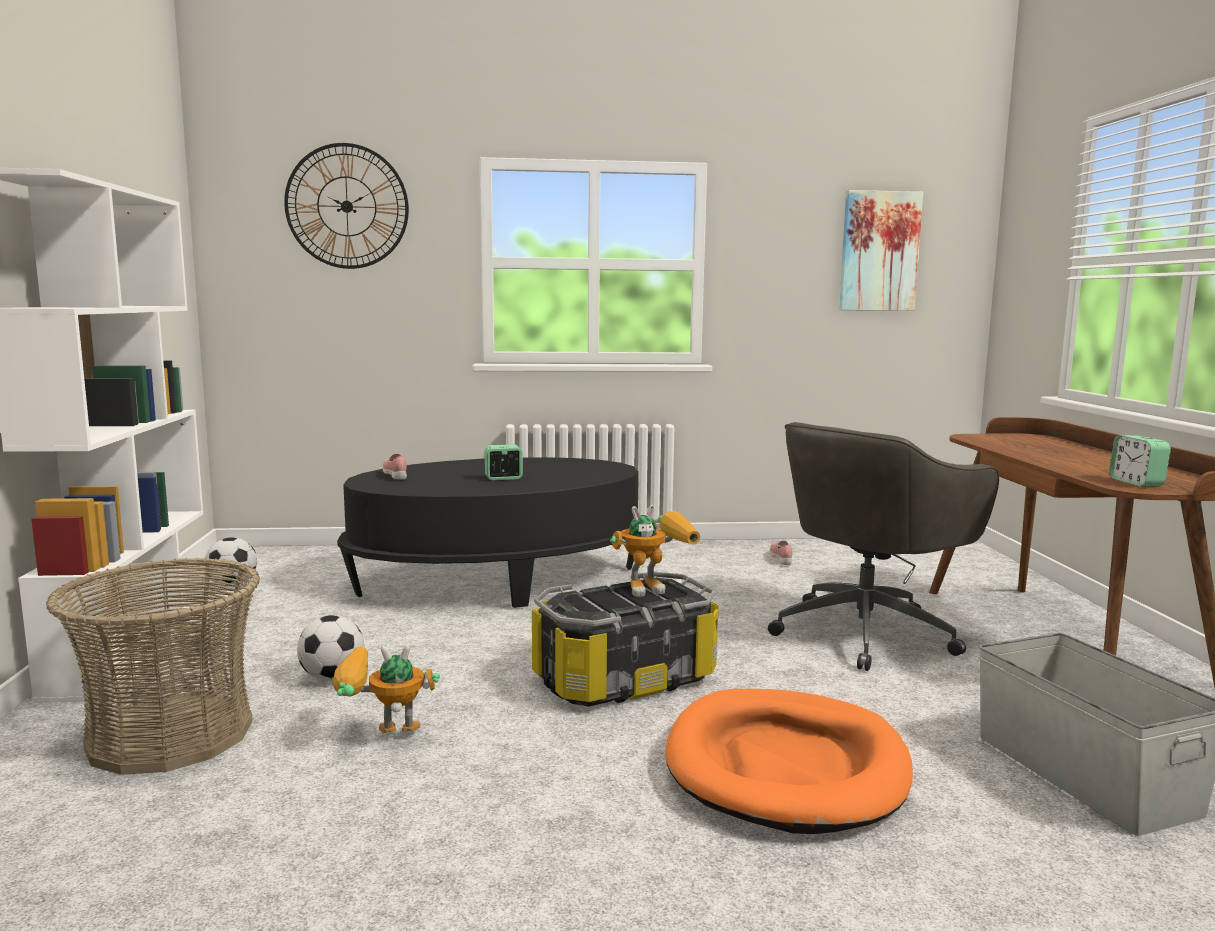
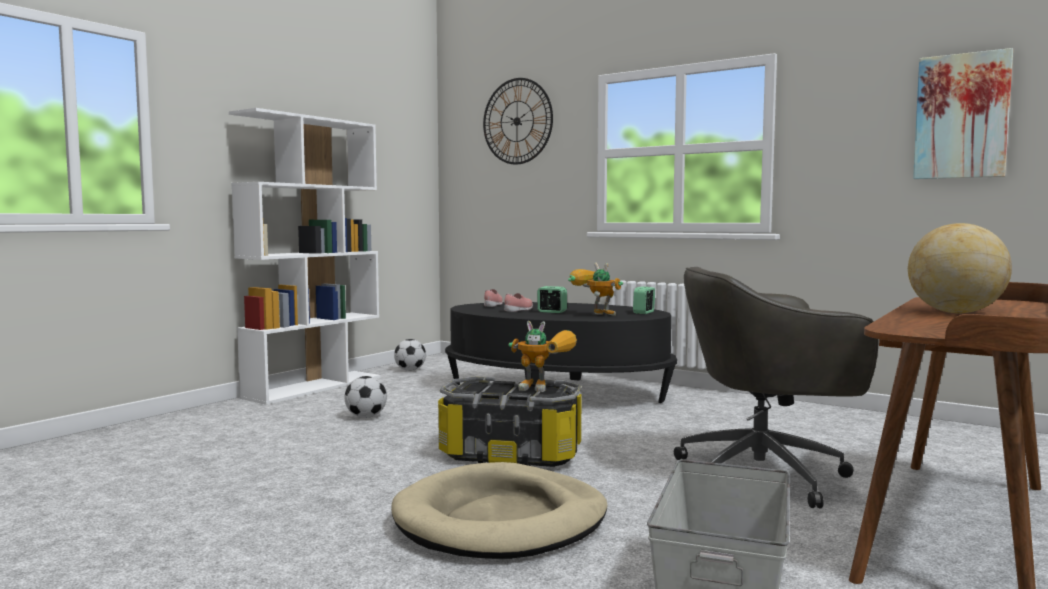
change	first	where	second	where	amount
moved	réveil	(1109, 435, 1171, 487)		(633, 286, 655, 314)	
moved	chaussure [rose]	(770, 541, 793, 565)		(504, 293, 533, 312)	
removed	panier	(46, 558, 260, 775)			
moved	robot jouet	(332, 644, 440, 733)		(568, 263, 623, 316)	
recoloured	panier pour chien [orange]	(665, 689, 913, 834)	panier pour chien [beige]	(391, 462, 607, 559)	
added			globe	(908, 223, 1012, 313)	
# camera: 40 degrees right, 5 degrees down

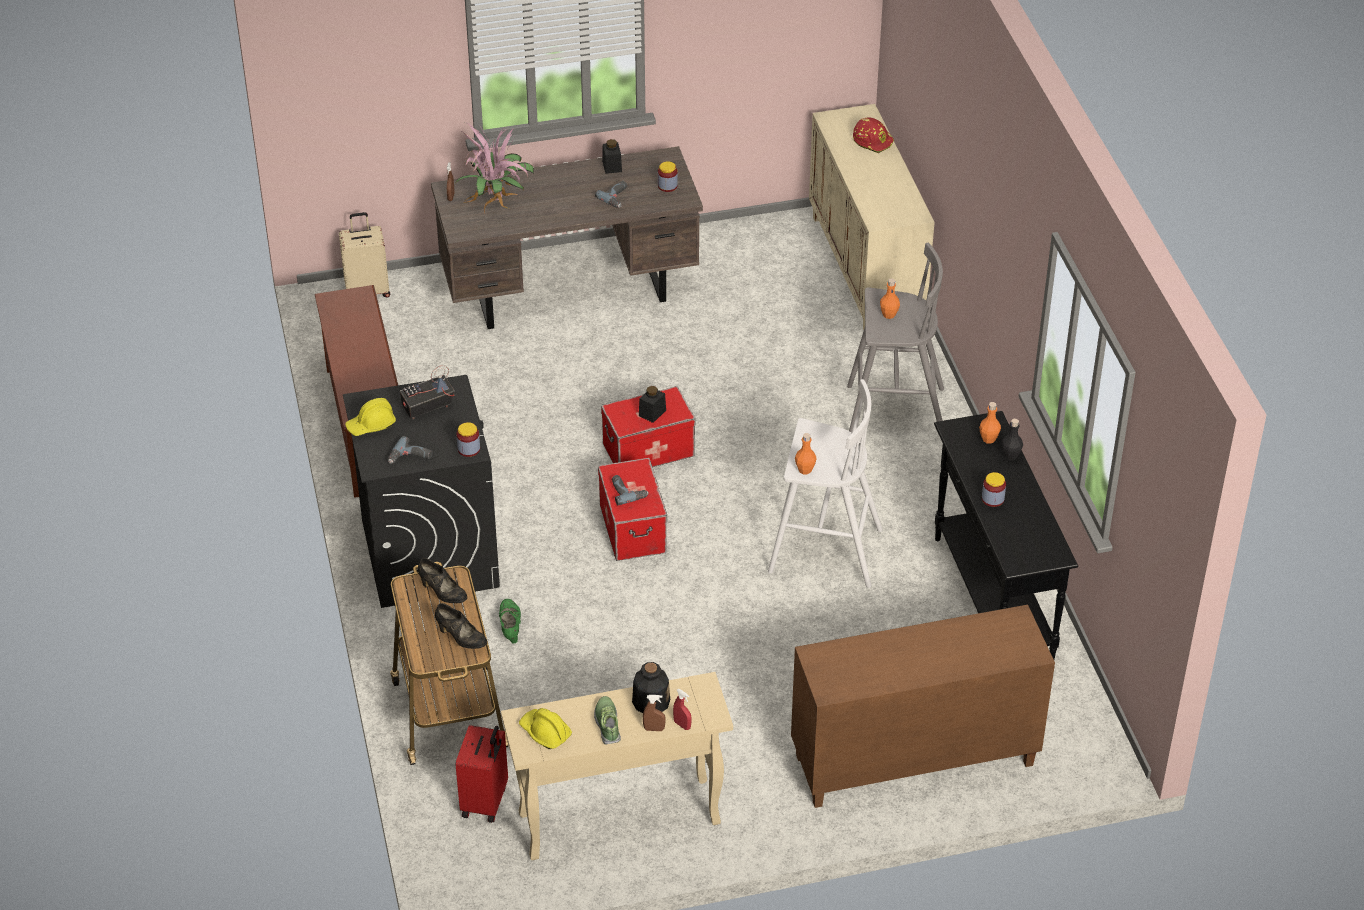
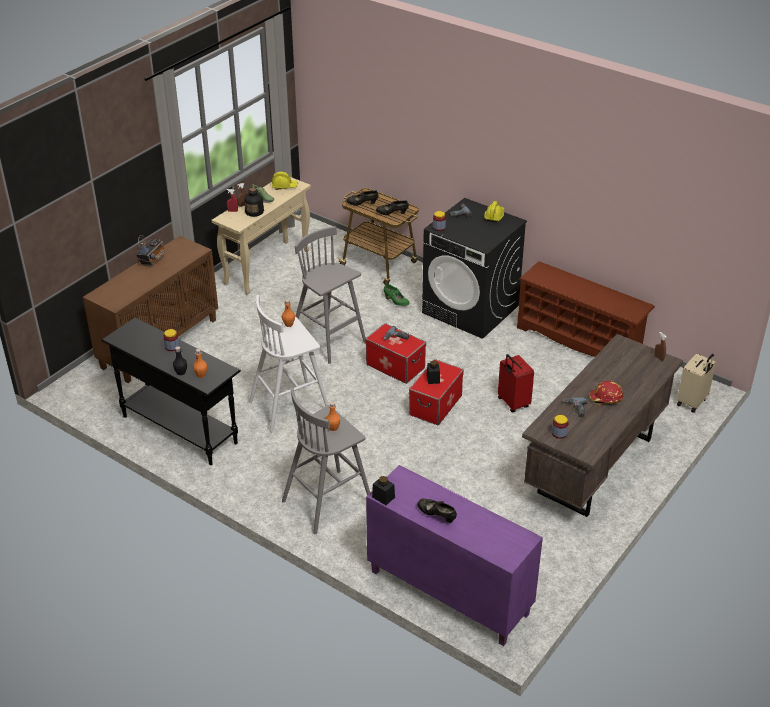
change	first	where	second	where	amount
recoloured	meuble de rangement [beige]	(809, 104, 935, 330)	meuble de rangement [violet]	(366, 465, 543, 646)	
moved	casque de chantier [rouge]	(853, 117, 894, 153)		(589, 381, 623, 406)	
removed	plante en pot	(455, 120, 534, 213)			
moved	bocal [noir]	(602, 139, 622, 174)		(372, 476, 395, 505)	
moved	radio	(400, 365, 454, 419)		(136, 235, 166, 266)	
moved	valise [rouge]	(456, 725, 508, 823)		(498, 354, 534, 412)	
added			tabouret [gris]	(295, 226, 366, 364)	
added			chaussure [noir]	(417, 499, 457, 523)	
# camera: 140 degrees right, 5 degrees down

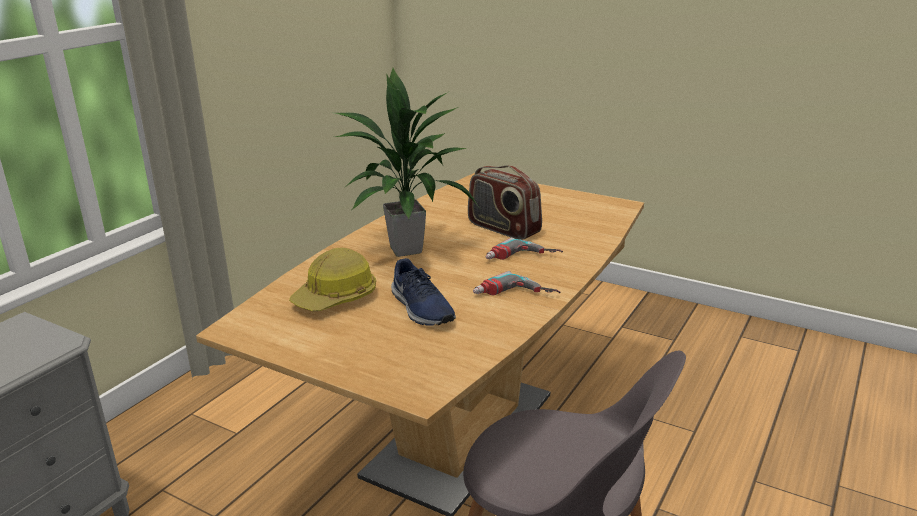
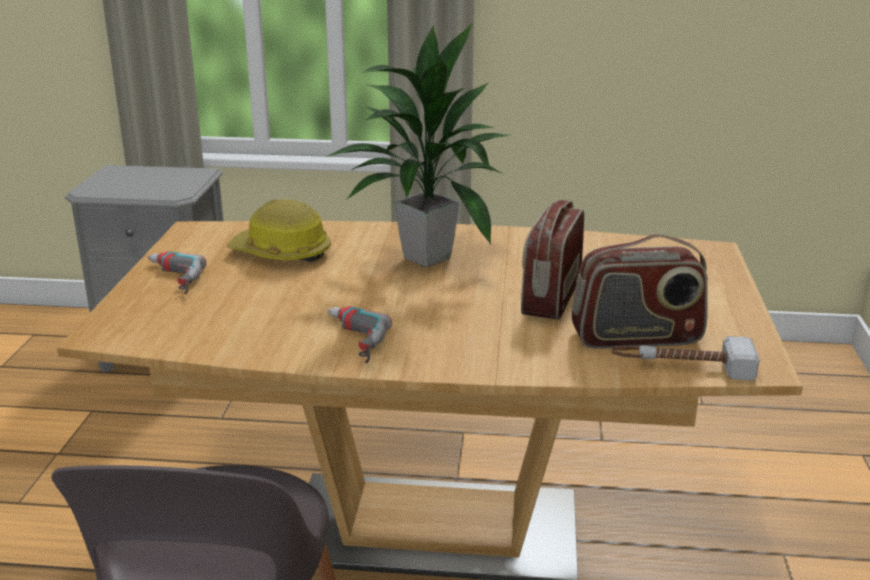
change	first	where	second	where	amount
moved	perceuse	(486, 237, 563, 260)		(148, 251, 206, 294)	
removed	chaussure [bleu]	(391, 258, 456, 326)			
added			radio	(572, 234, 708, 349)	
added			marteau	(612, 336, 760, 380)	
# camera: 65 degrees right, 0 degrees up

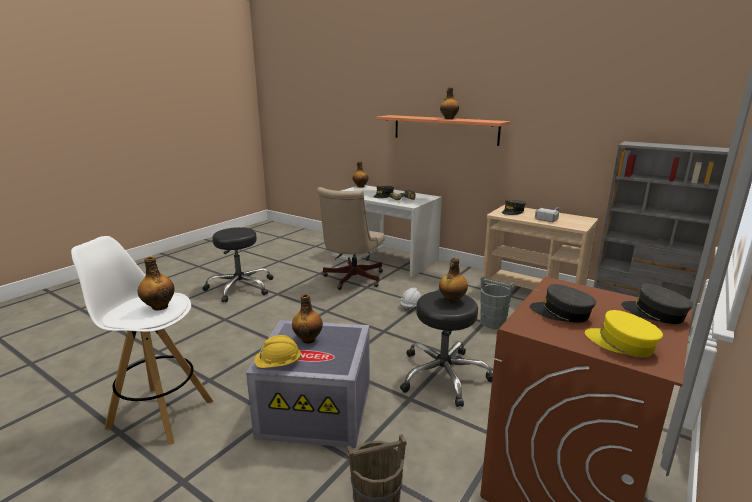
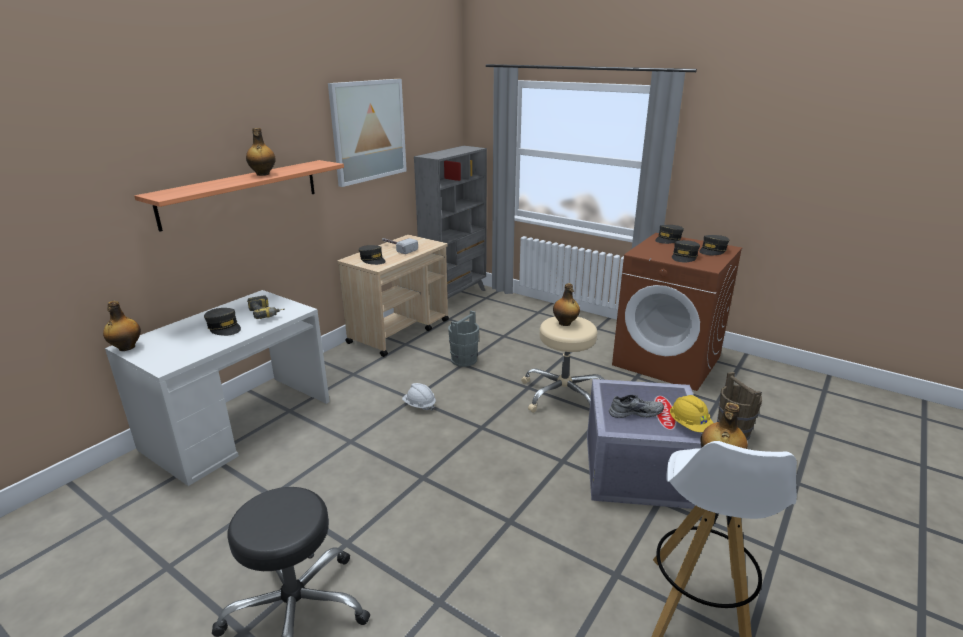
change	first	where	second	where	amount
removed	chaise de bureau [beige]	(317, 187, 385, 290)			
recoloured	tabouret [noir]	(400, 291, 493, 407)	tabouret [beige]	(521, 317, 605, 413)	
replaced	bouteille	(292, 294, 323, 344)	chaussure [gris]	(609, 395, 664, 418)	
recoloured	casquette [jaune]	(585, 310, 663, 357)	casquette [gris]	(699, 235, 729, 255)	
added			tableau	(328, 79, 407, 187)	
# camera: 90 degrees left, 5 degrees up

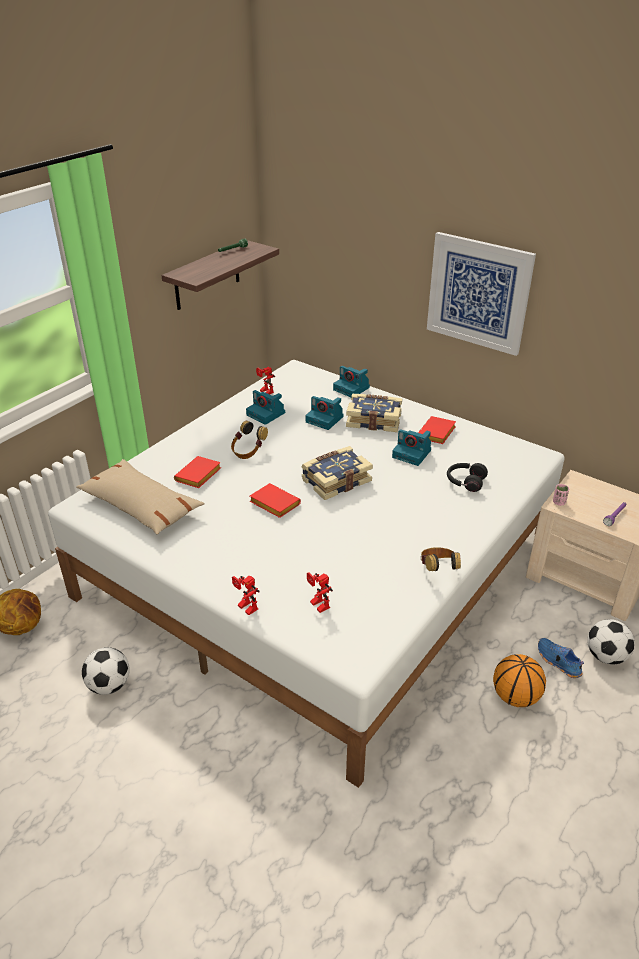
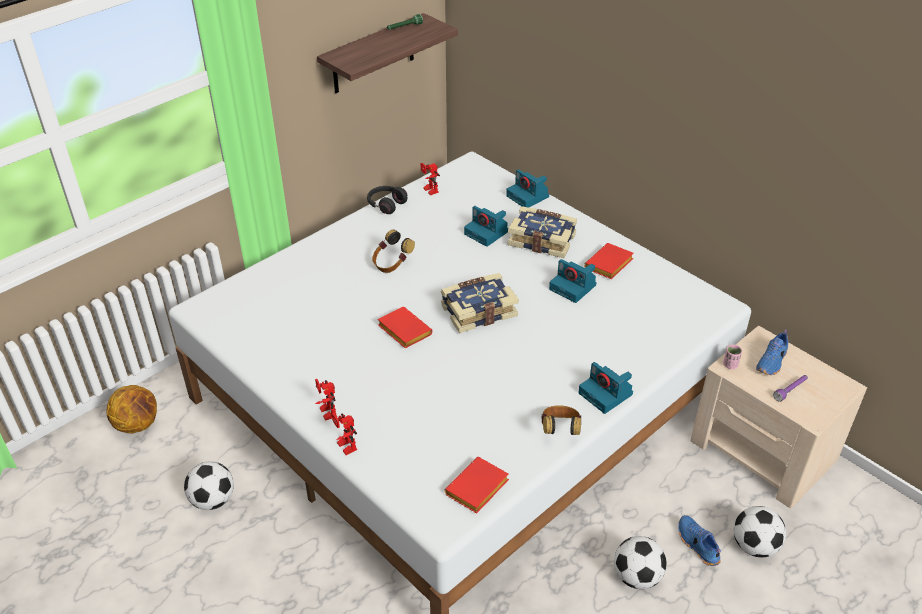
change	first	where	second	where	amount
removed	tableau	(427, 232, 536, 356)			
moved	appareil photo	(246, 390, 285, 425)		(578, 362, 633, 414)	
moved	livre [rouge]	(174, 456, 221, 488)		(444, 457, 509, 514)	
removed	coussin [beige]	(76, 459, 204, 534)			
moved	casque audio [noir]	(447, 463, 488, 492)		(367, 186, 408, 214)	
moved	robot jouet	(307, 572, 333, 613)		(315, 379, 337, 421)	
replaced	ballon de basket	(493, 654, 546, 707)	ballon de foot	(614, 536, 667, 589)	
added			chaussure [bleu]	(756, 329, 788, 375)	
# camera: 10 degrees right, 5 degrees up

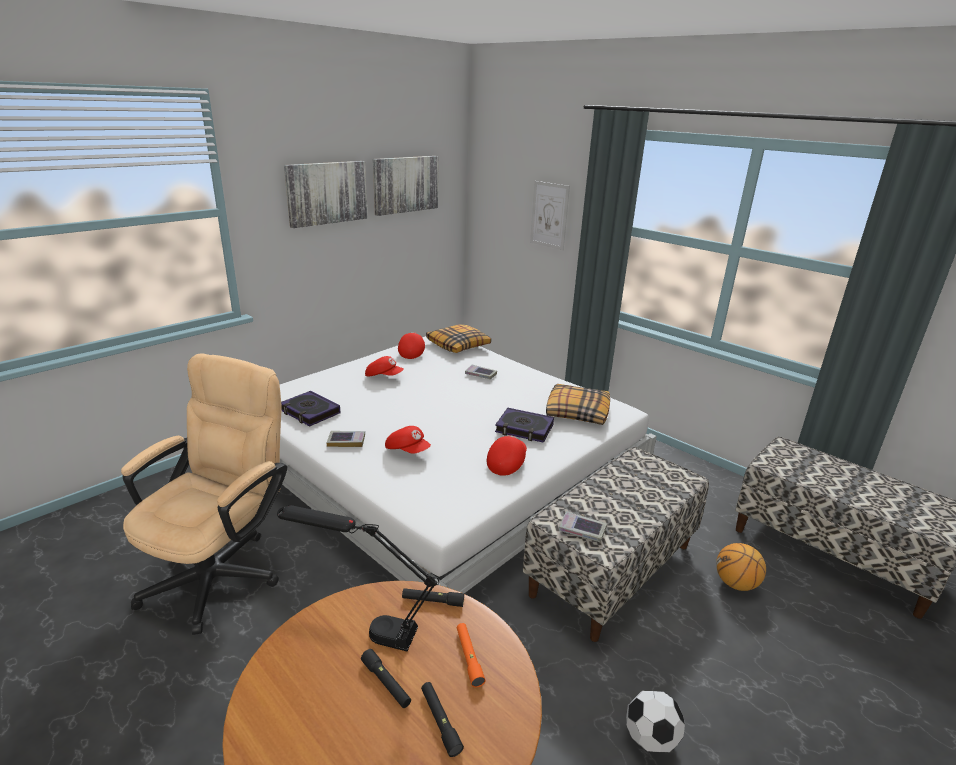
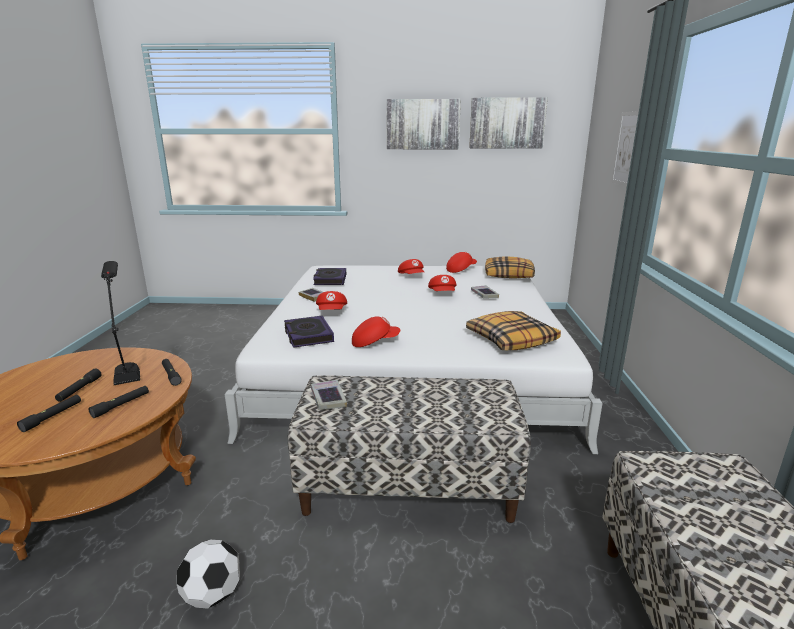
change	first	where	second	where	amount
removed	chaise de bureau [beige]	(121, 353, 287, 635)			
moved	livre	(495, 408, 554, 443)		(284, 316, 334, 348)	
removed	ballon de basket	(716, 543, 766, 591)			
recoloured	lampe de poche [orange]	(457, 623, 485, 688)	lampe de poche [noir]	(88, 386, 149, 418)	
added			casquette [rouge]	(428, 275, 457, 291)	
# camera: 50 degrees right, 5 degrees down

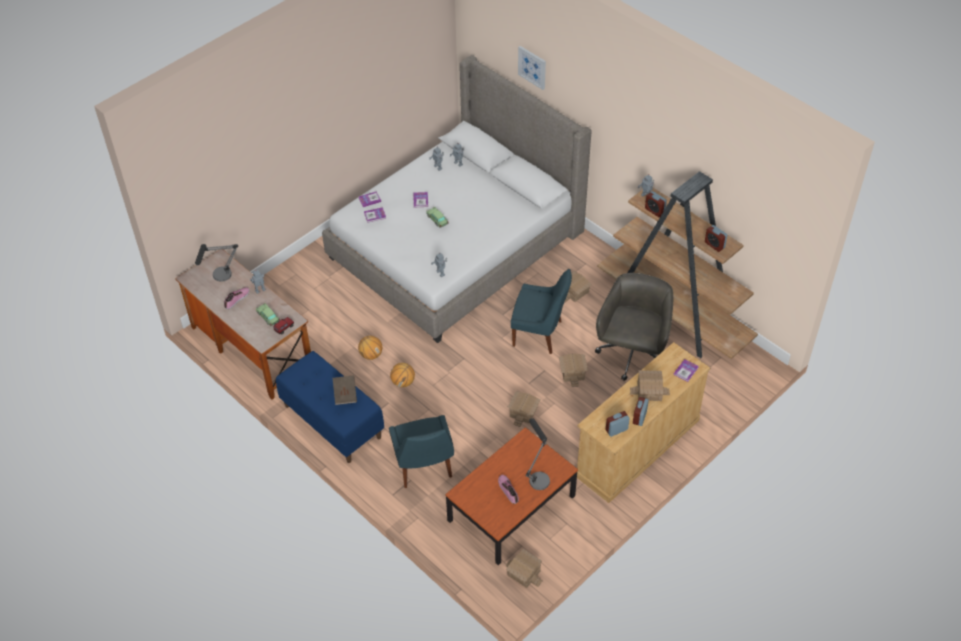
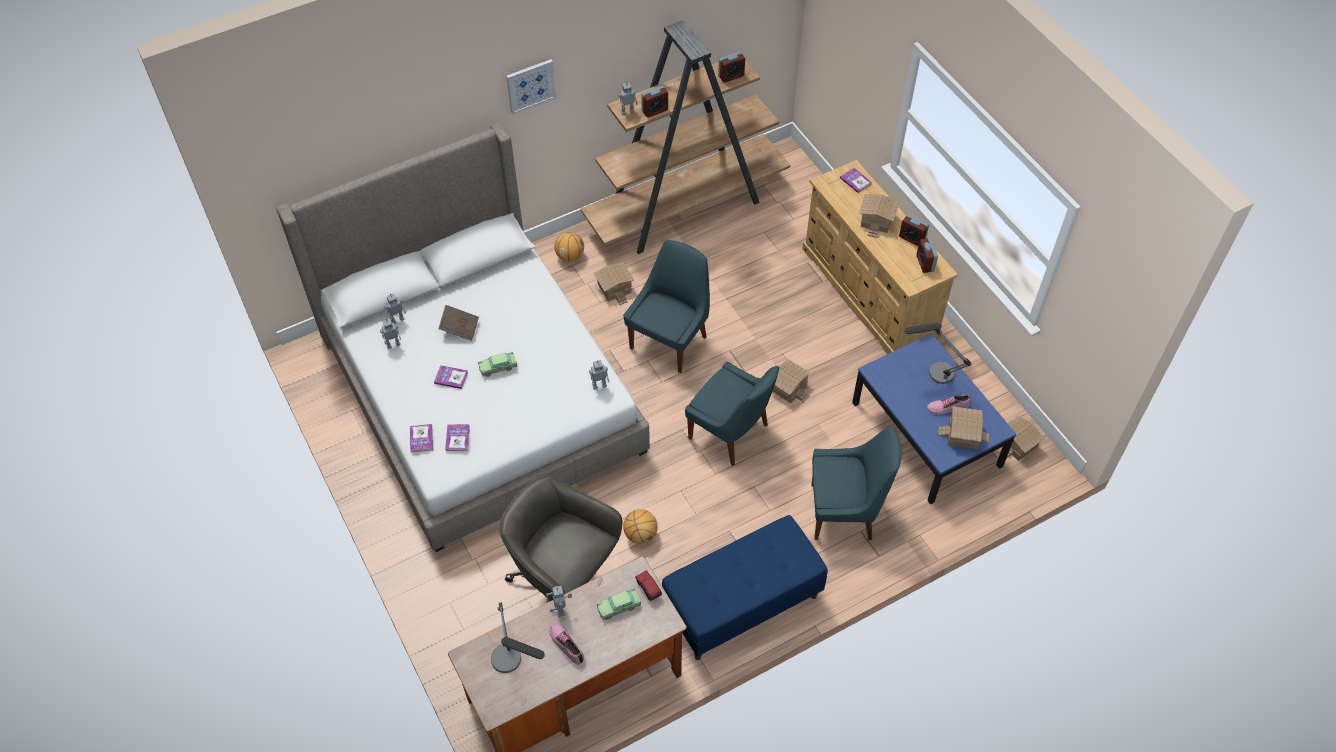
change	first	where	second	where	amount
moved	tableau	(518, 46, 546, 90)		(506, 59, 556, 115)	
moved	chaise de bureau [gris]	(595, 273, 673, 381)		(499, 475, 622, 603)	
moved	maison miniature	(559, 354, 588, 387)		(938, 406, 989, 449)	
moved	ballon de basket	(390, 363, 415, 387)		(554, 232, 584, 262)	
moved	livre [marron]	(333, 375, 357, 405)		(438, 305, 479, 341)	
recoloured	table basse [marron]	(445, 427, 578, 565)	table basse [bleu]	(852, 334, 1016, 504)	
added			chaise [bleu]	(685, 362, 779, 466)	
# camera: 75 degrees left, 5 degrees up

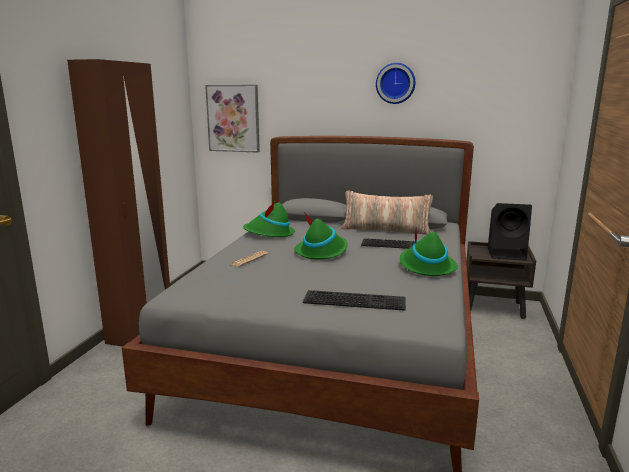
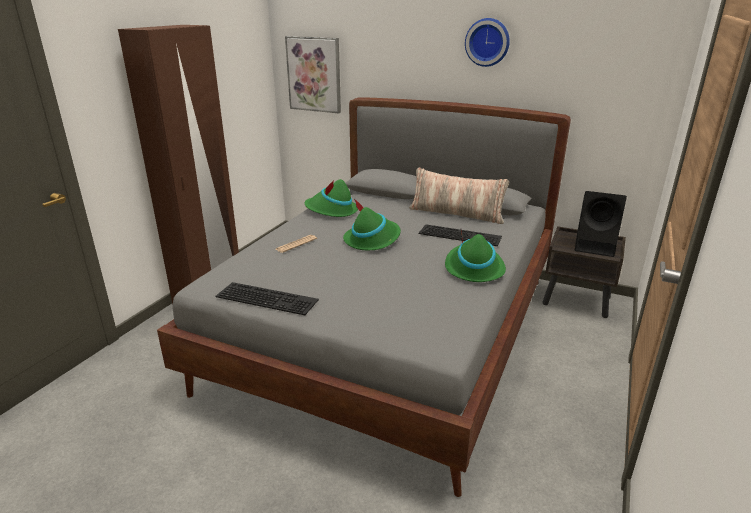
change	first	where	second	where	amount
moved	clavier	(303, 290, 406, 311)		(216, 282, 319, 315)	
# camera: 10 degrees right, 10 degrees up

